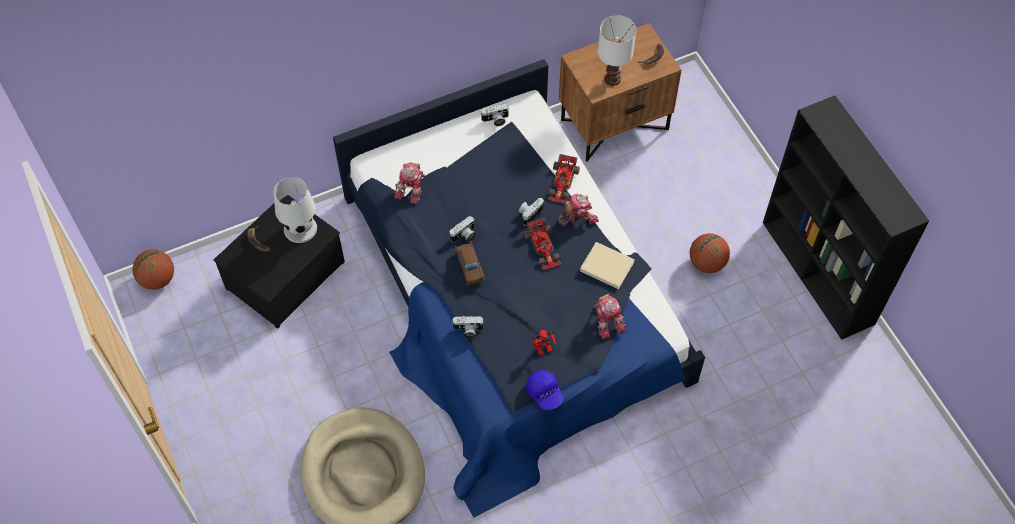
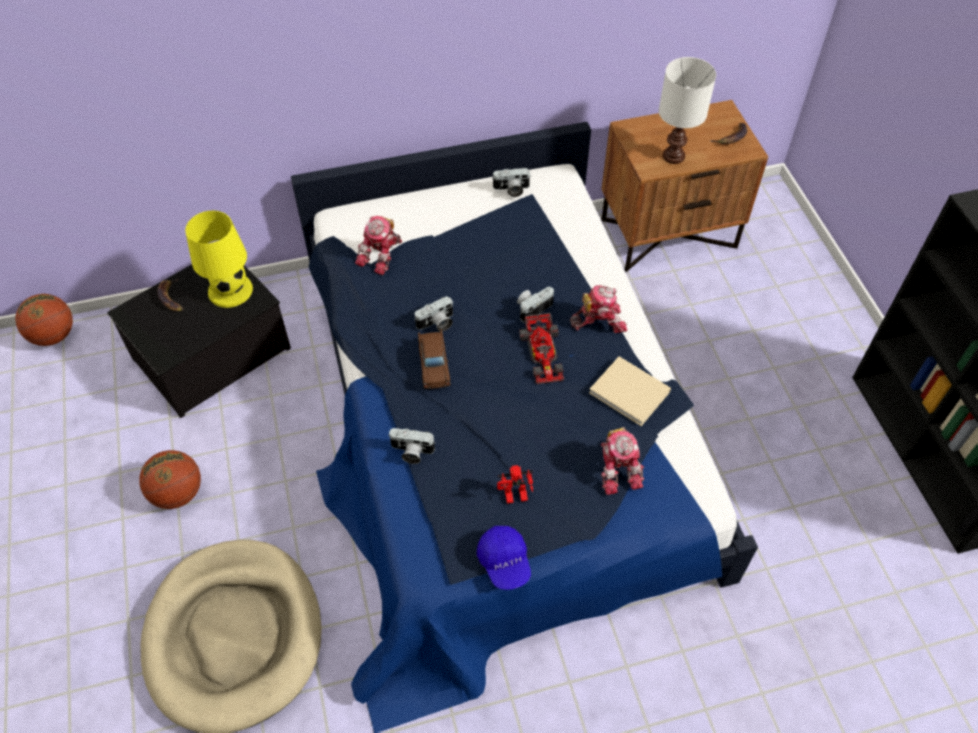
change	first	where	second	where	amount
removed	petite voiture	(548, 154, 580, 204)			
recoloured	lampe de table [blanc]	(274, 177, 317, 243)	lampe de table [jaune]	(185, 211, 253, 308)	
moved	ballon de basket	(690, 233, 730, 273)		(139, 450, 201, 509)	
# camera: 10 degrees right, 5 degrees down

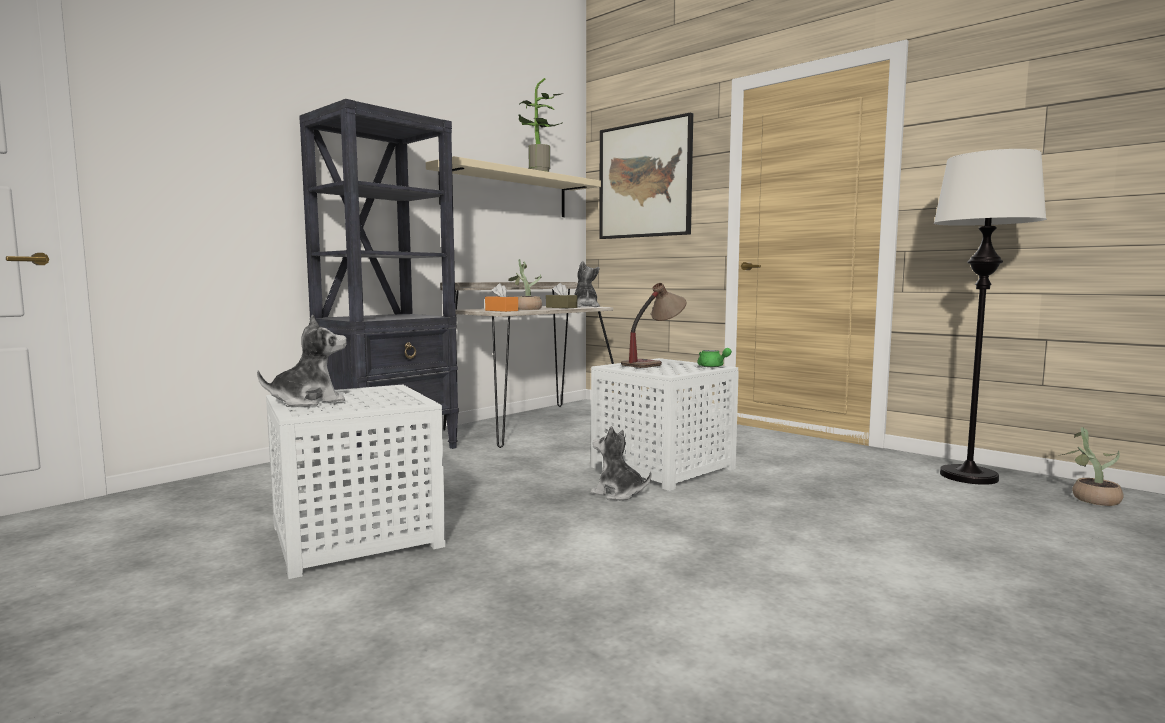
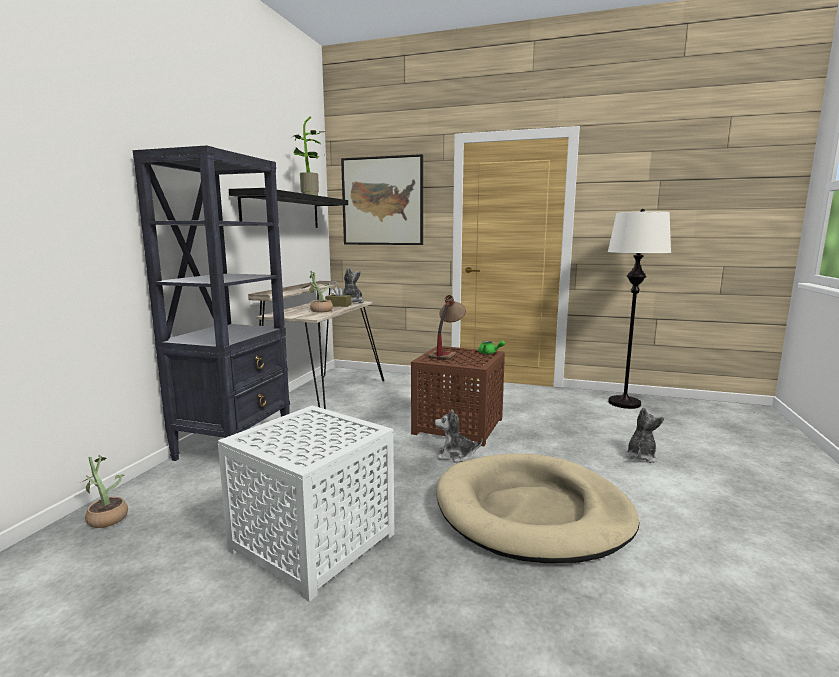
change	first	where	second	where	amount
recoloured	étagère [beige]	(426, 156, 601, 217)	étagère [noir]	(229, 188, 348, 228)	
removed	boîte à mouchoirs [orange]	(485, 283, 518, 312)			
moved	peluche	(257, 314, 347, 406)		(625, 407, 664, 463)	
recoloured	table d'appoint [blanc]	(591, 358, 739, 491)	table d'appoint [marron]	(411, 346, 505, 446)	
moved	plante en pot	(1062, 427, 1124, 506)		(78, 455, 128, 528)	
added			panier pour chien [beige]	(437, 453, 639, 563)	
# camera: 25 degrees left, 5 degrees up

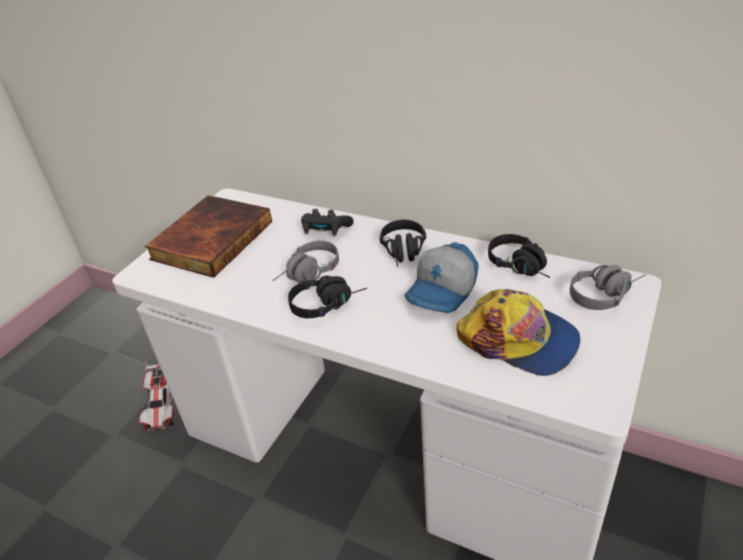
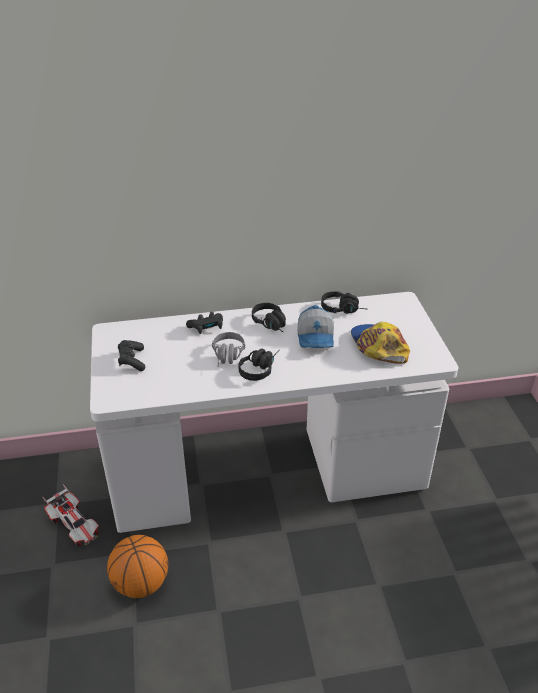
change	first	where	second	where	amount
replaced	livre	(145, 195, 272, 278)	manette [noir]	(118, 340, 145, 371)	
removed	casque audio [gris]	(570, 265, 646, 310)			
turned	casquette	(457, 289, 580, 376)		(351, 322, 410, 364)	105 degrees counterclockwise
added			ballon de basket	(107, 535, 168, 598)	
# camera: 40 degrees left, 0 degrees up

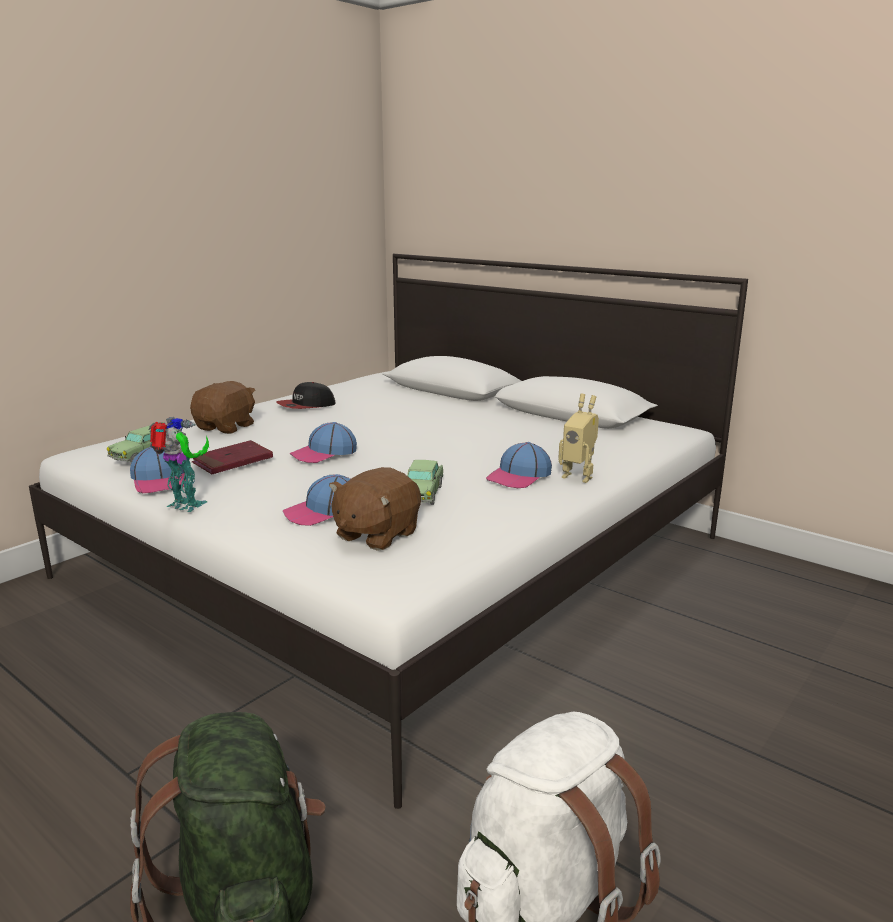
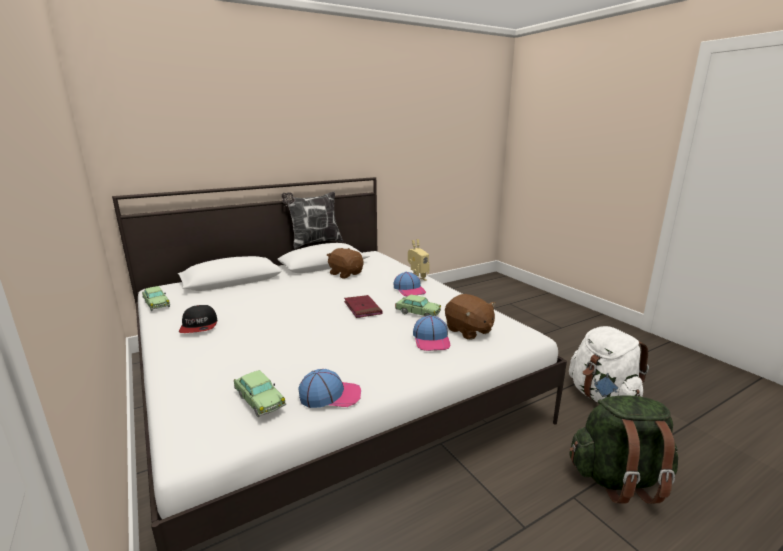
change	first	where	second	where	amount
moved	peluche [marron]	(190, 381, 255, 434)		(327, 248, 363, 279)	
removed	robot jouet	(148, 417, 209, 512)			
removed	casquette	(290, 422, 357, 463)			
moved	livre [rouge]	(192, 440, 273, 474)		(344, 295, 382, 318)	
added			coussin	(281, 192, 343, 249)	
added			petite voiture	(142, 286, 171, 311)	
# camera: 70 degrees left, 0 degrees up

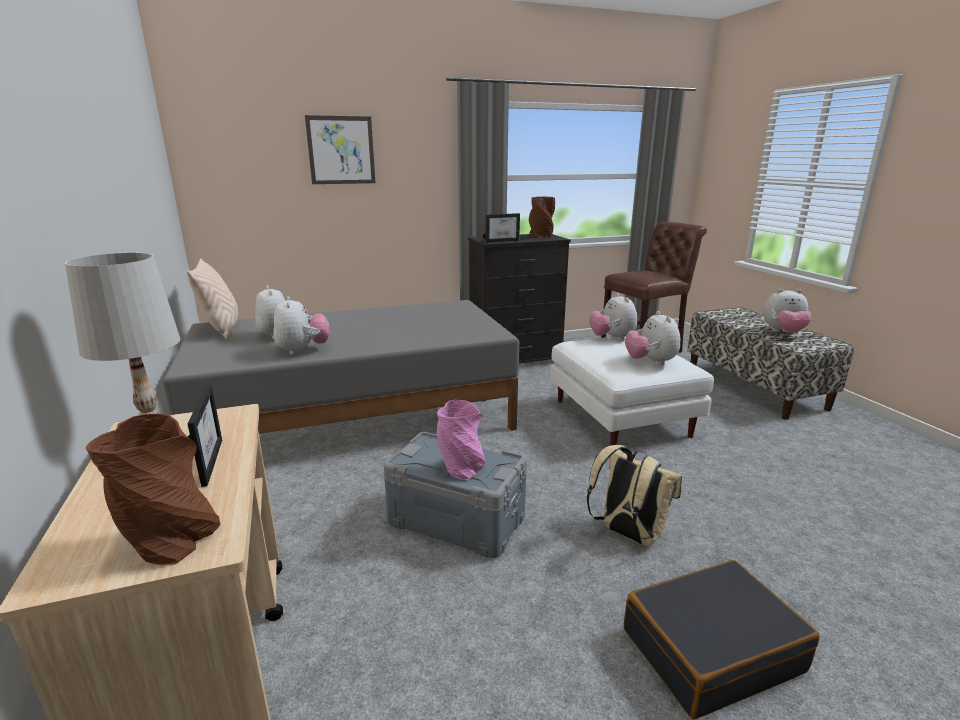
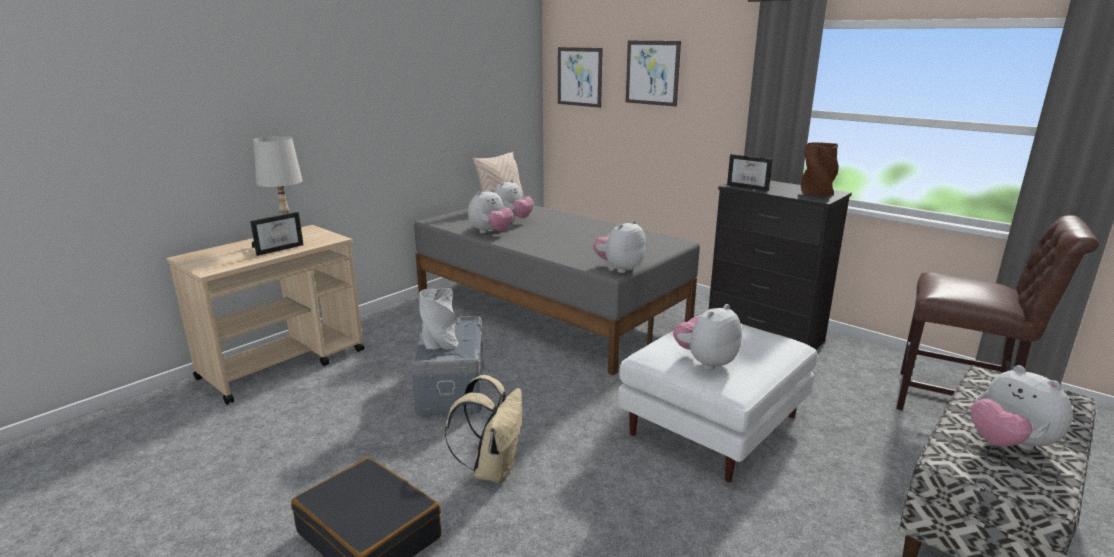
change	first	where	second	where	amount
moved	peluche	(589, 293, 637, 341)		(593, 220, 646, 273)	
recoloured	vase [rose]	(437, 400, 485, 480)	vase [gris]	(419, 288, 458, 349)	
removed	vase [marron]	(85, 414, 221, 565)			
added			tableau	(558, 47, 603, 108)	
# camera: 60 degrees right, 0 degrees up

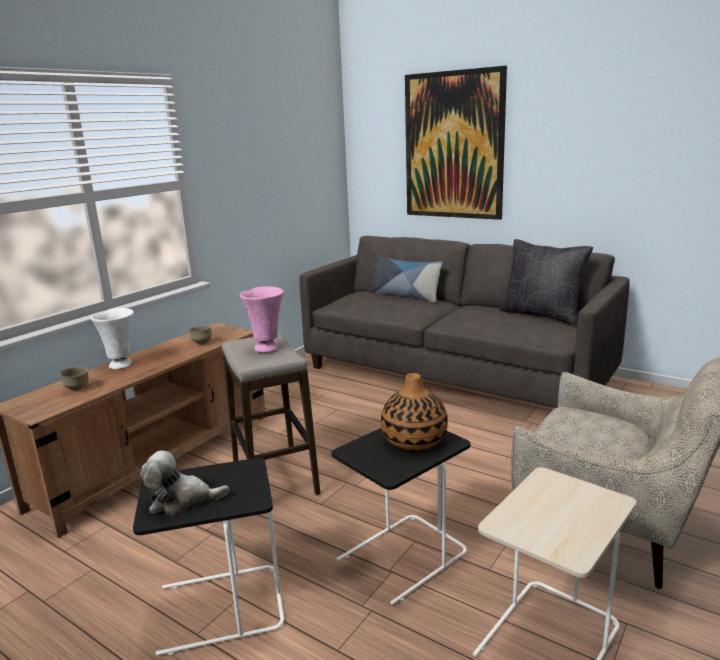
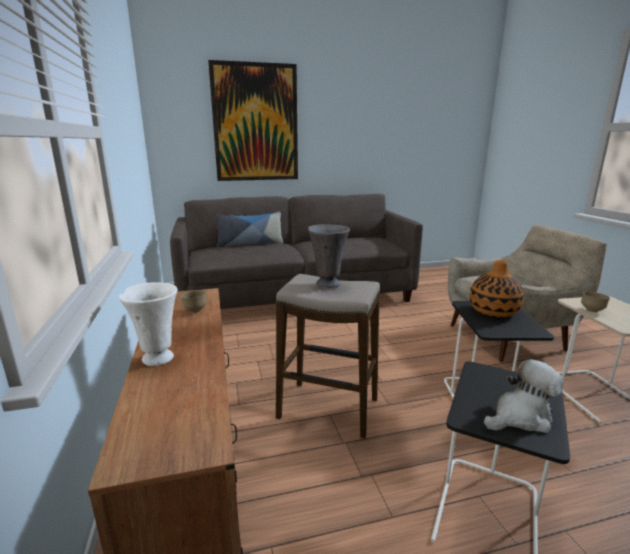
change	first	where	second	where	amount
removed	coussin [noir]	(499, 239, 593, 325)			
recoloured	vase [rose]	(240, 286, 284, 352)	vase [gris]	(308, 224, 350, 288)	
moved	bol [marron]	(60, 367, 89, 391)		(581, 291, 610, 312)	
turned	peluche	(140, 450, 229, 516)		(484, 359, 563, 433)	150 degrees counterclockwise
# camera: 50 degrees left, 0 degrees up

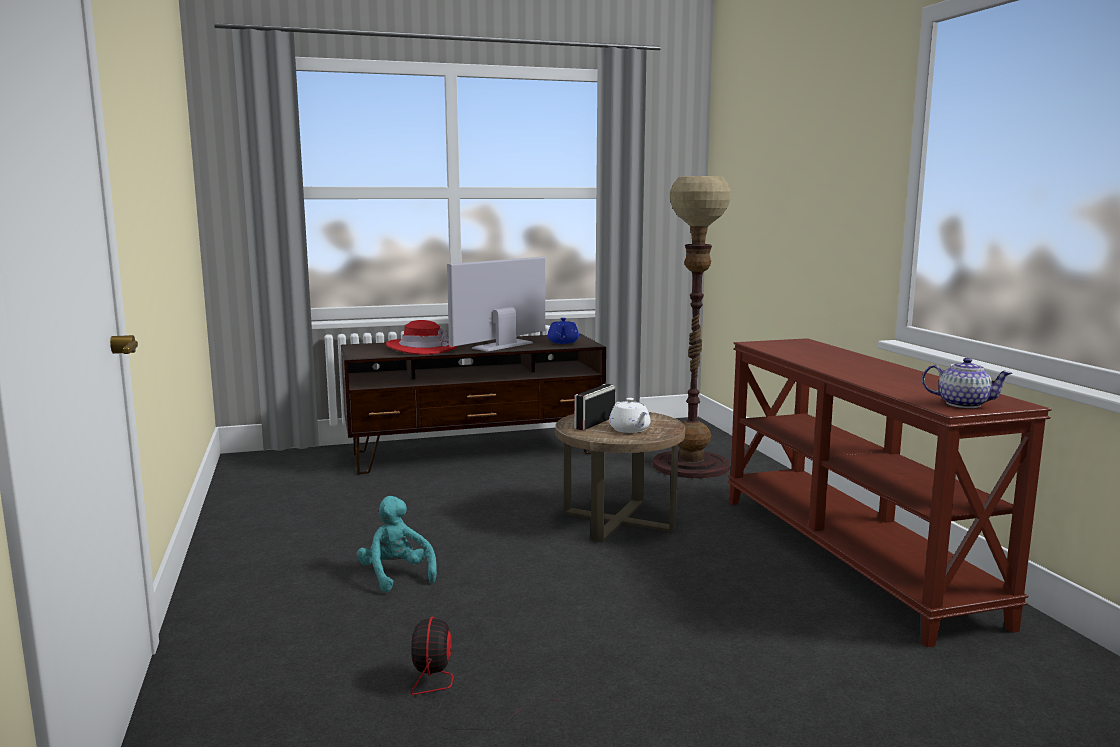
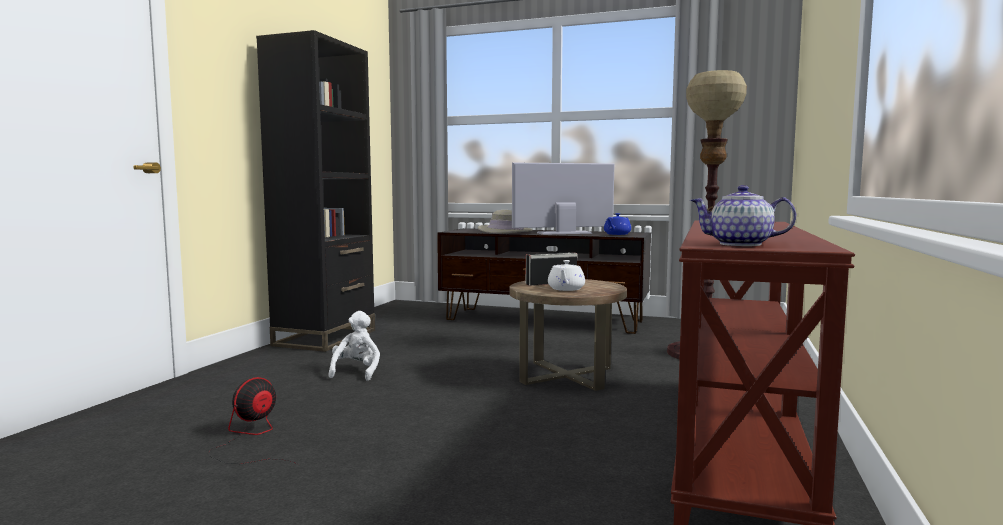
change	first	where	second	where	amount
recoloured	chapeau [rouge]	(386, 320, 458, 355)	chapeau [beige]	(477, 210, 532, 233)	
turned	théière	(922, 358, 1013, 408)		(690, 185, 796, 246)	135 degrees clockwise
recoloured	peluche [turquoise]	(357, 496, 437, 593)	peluche [blanc]	(328, 311, 380, 381)	
added			bibliothèque [noir]	(256, 30, 375, 352)	
# camera: 35 degrees right, 5 degrees down

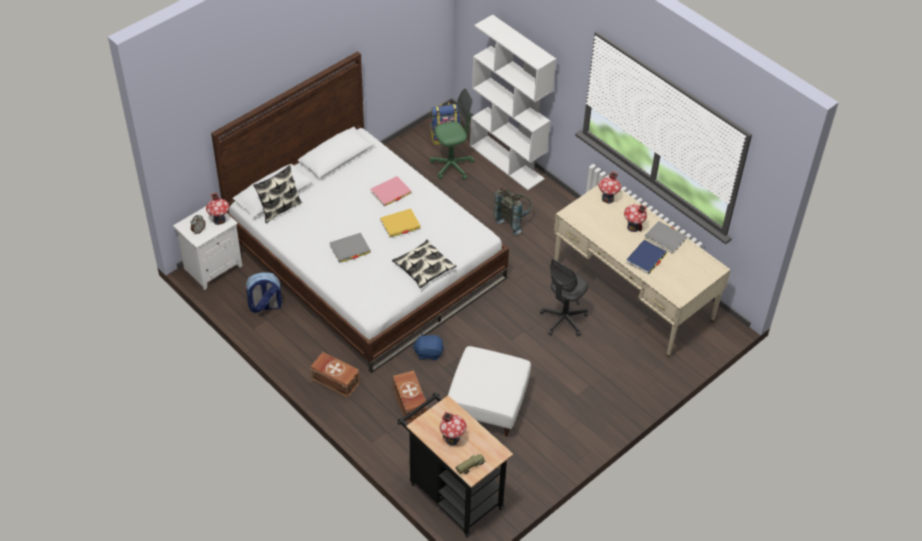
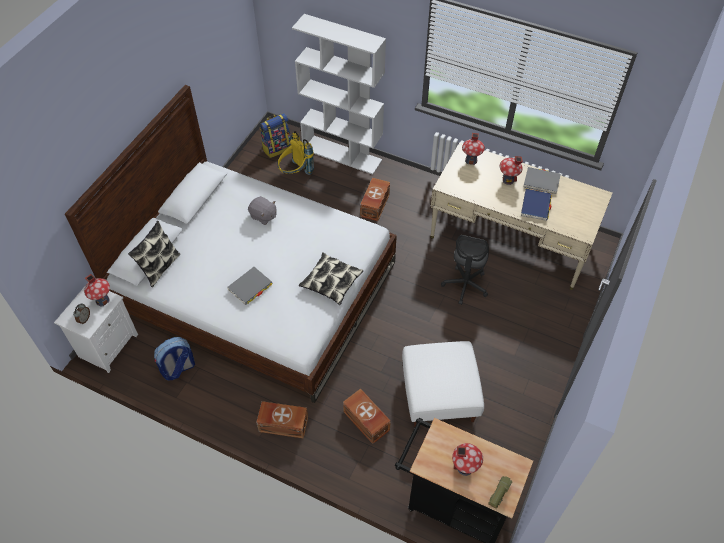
change	first	where	second	where	amount
replaced	chaise de bureau [vert]	(430, 88, 474, 180)	sac à dos [jaune]	(278, 131, 314, 175)	
replaced	livre [rose]	(370, 176, 411, 206)	peluche [gris]	(248, 196, 277, 225)	
replaced	sac à dos [gris]	(494, 188, 532, 234)	boîte de rangement [marron]	(360, 178, 390, 221)	
removed	livre [jaune]	(380, 209, 421, 237)			
removed	peluche [bleu]	(412, 333, 444, 360)			
# camera: 20 degrees left, 5 degrees up

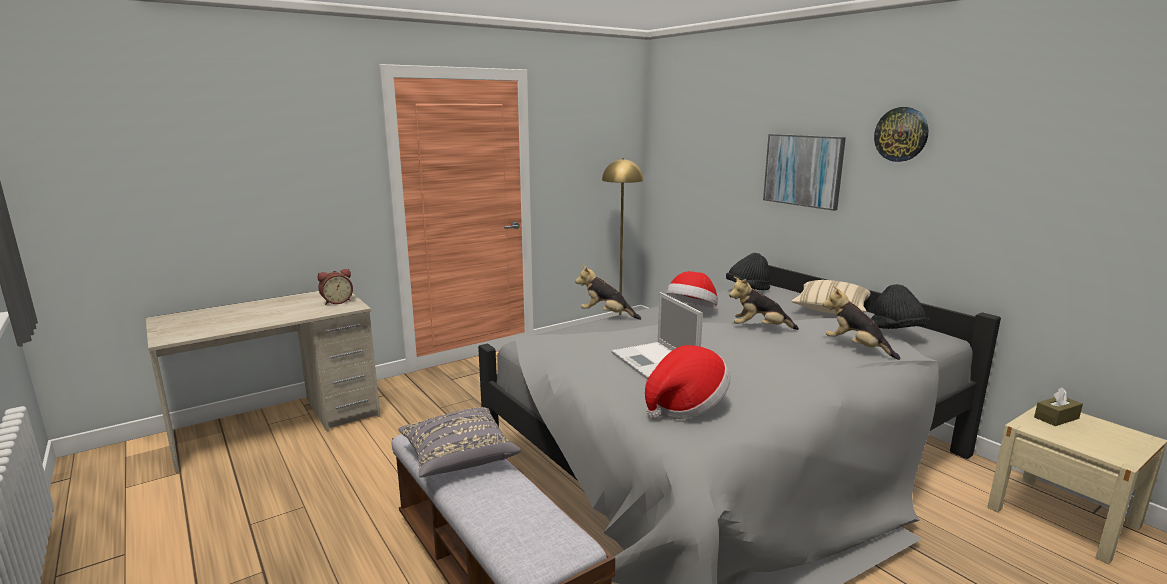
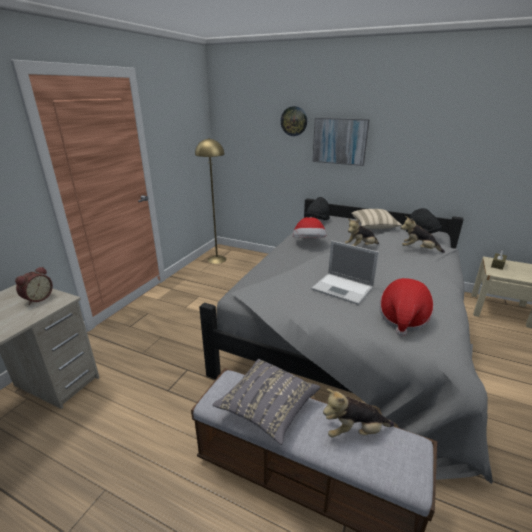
change	first	where	second	where	amount
moved	horloge murale	(874, 107, 928, 162)		(281, 106, 307, 136)	
moved	peluche	(575, 265, 641, 320)		(323, 389, 394, 437)	
# camera: 30 degrees left, 10 degrees up

